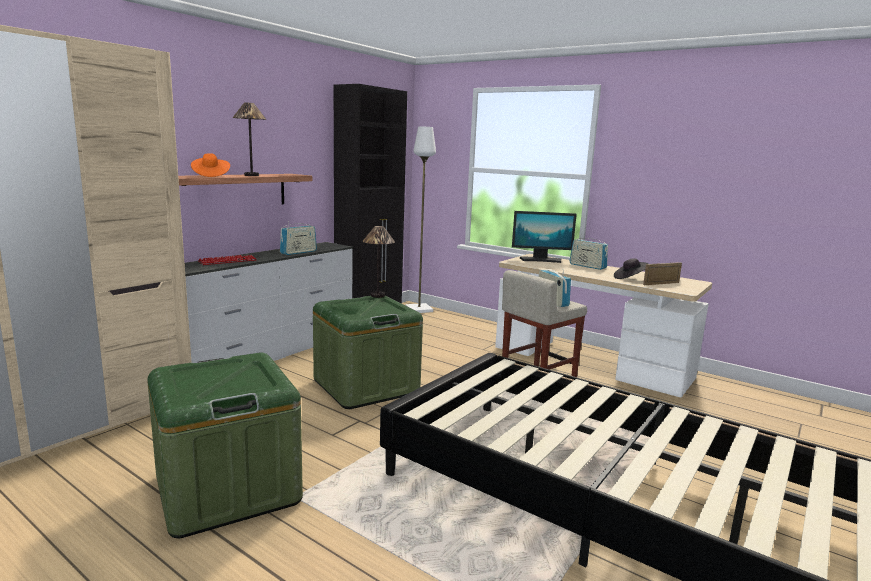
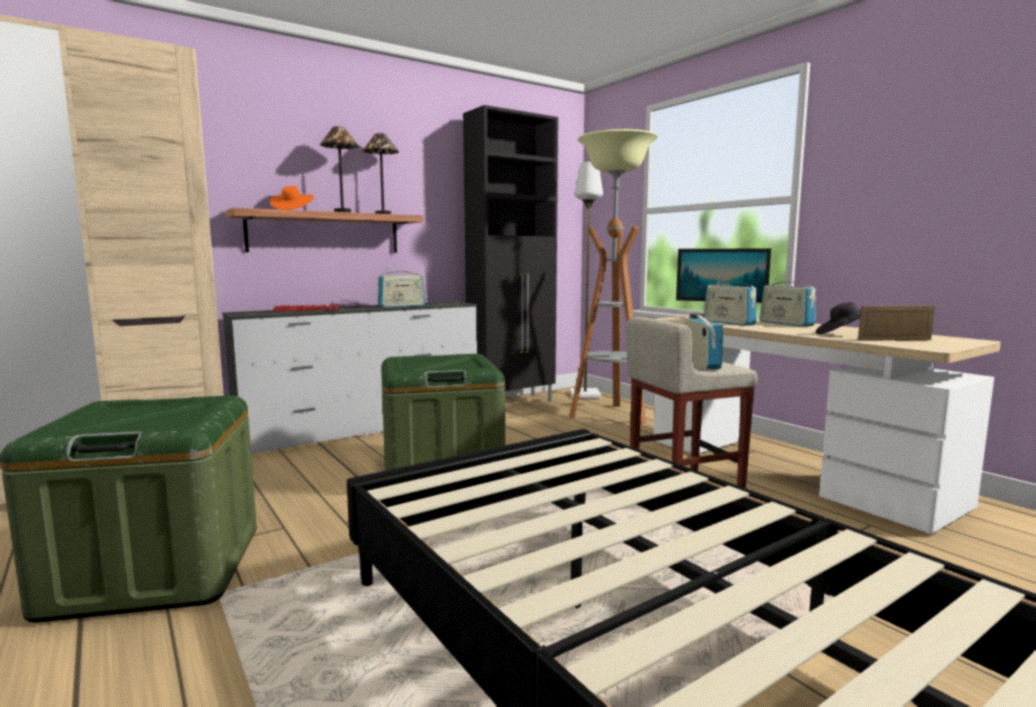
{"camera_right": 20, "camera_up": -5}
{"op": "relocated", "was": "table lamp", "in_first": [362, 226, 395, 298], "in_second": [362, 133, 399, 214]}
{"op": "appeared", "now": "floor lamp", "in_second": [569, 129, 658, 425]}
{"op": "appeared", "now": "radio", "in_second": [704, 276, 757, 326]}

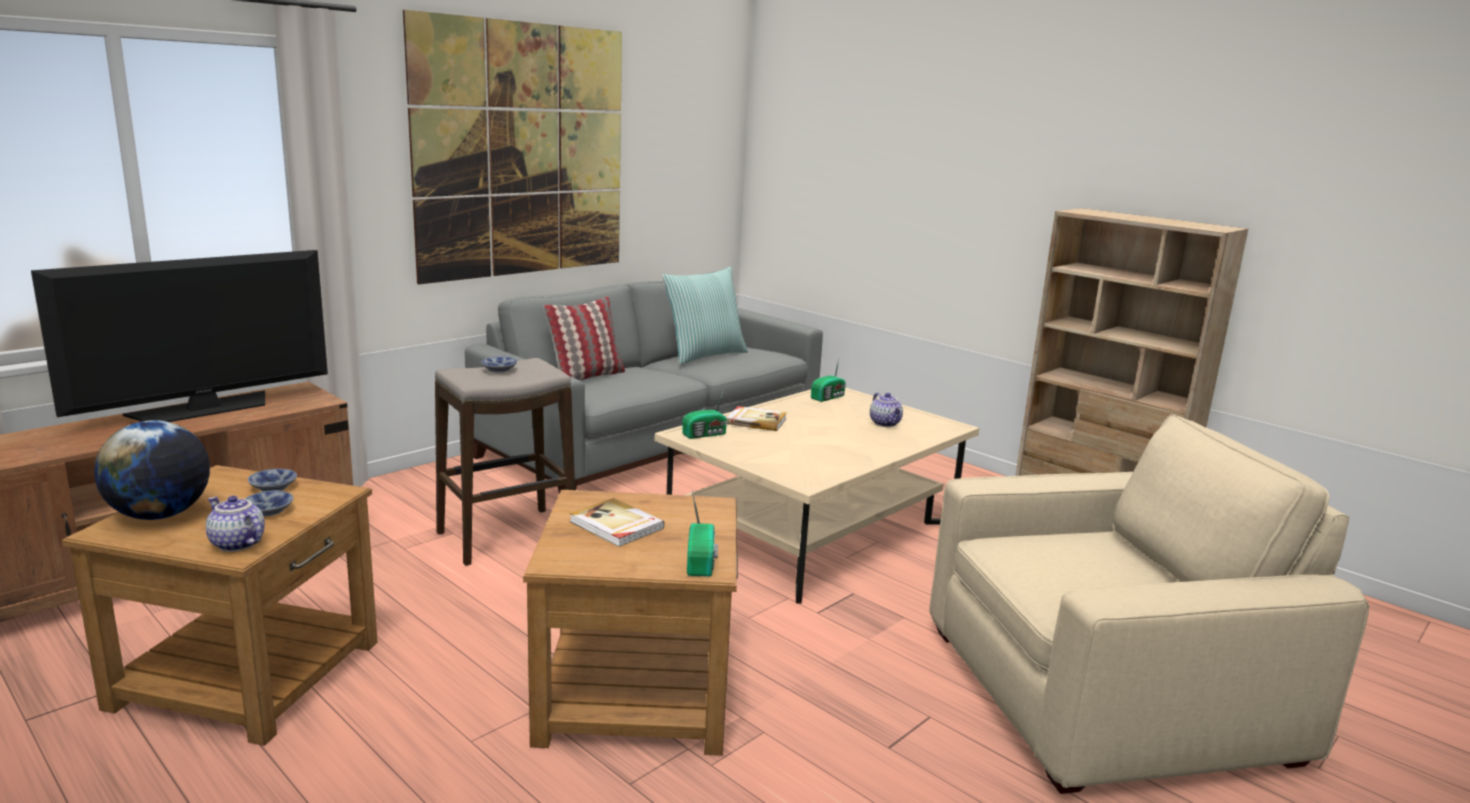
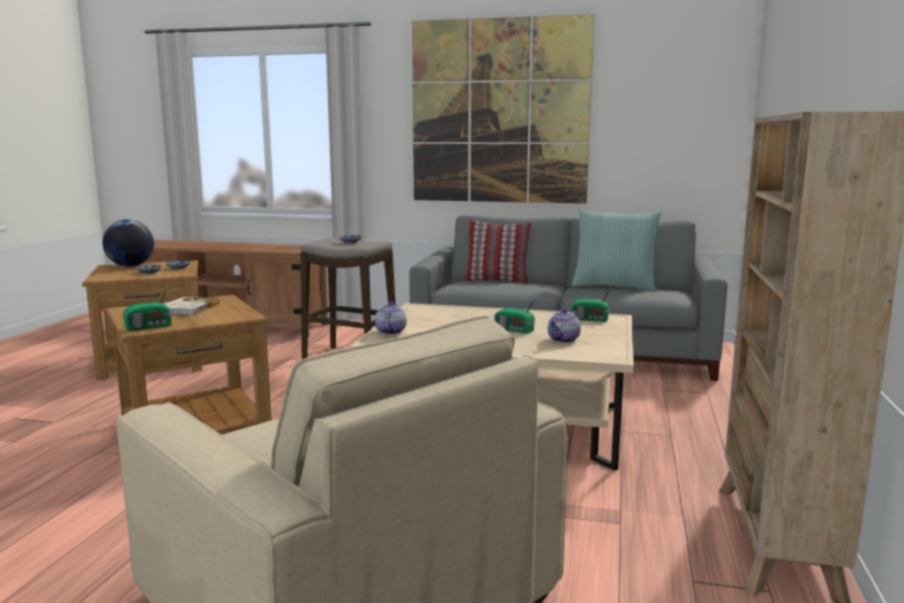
{"camera_right": 60, "camera_up": -5}
{"op": "relocated", "was": "teapot", "in_first": [206, 496, 265, 552], "in_second": [375, 301, 407, 335]}
{"op": "relocated", "was": "radio", "in_first": [682, 390, 727, 439], "in_second": [495, 295, 538, 334]}
{"op": "missing", "was": "television", "in_first": [31, 250, 328, 422]}
{"op": "missing", "was": "book", "in_first": [726, 406, 787, 431]}

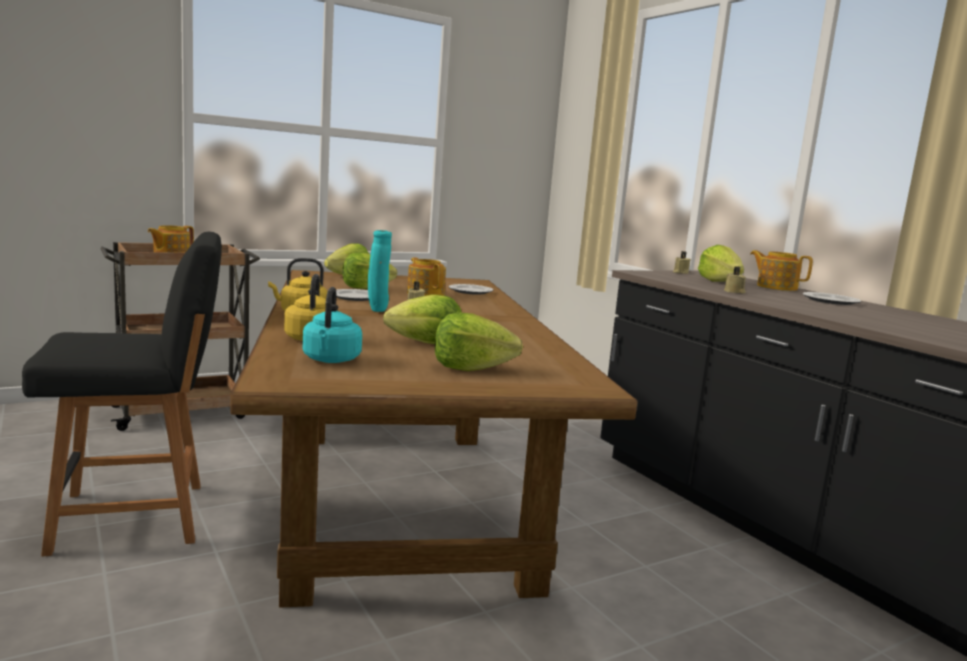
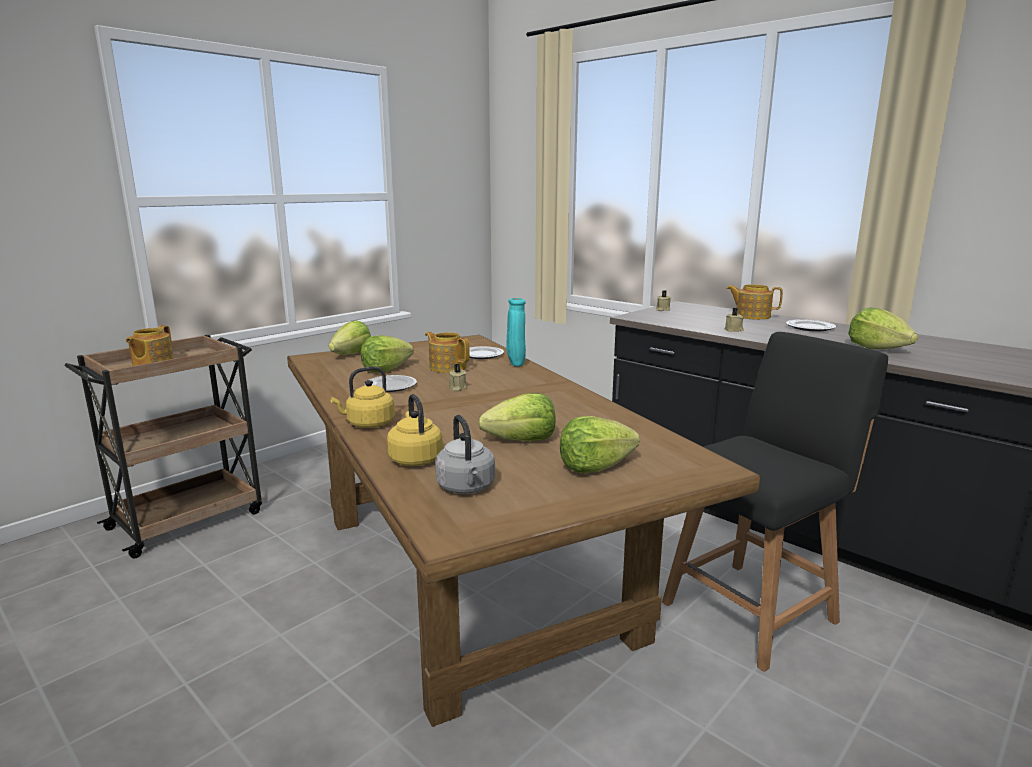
{"camera_right": -15, "camera_up": 5}
{"op": "colour", "was": "turquoise kettle", "now": "grey kettle", "in_first": [303, 287, 362, 363], "in_second": [435, 415, 495, 494]}
{"op": "relocated", "was": "turquoise vase", "in_first": [368, 230, 392, 312], "in_second": [506, 298, 526, 366]}
{"op": "relocated", "was": "black chair", "in_first": [22, 232, 222, 557], "in_second": [662, 332, 888, 672]}
{"op": "relocated", "was": "lettuce", "in_first": [698, 245, 744, 282], "in_second": [848, 308, 918, 349]}

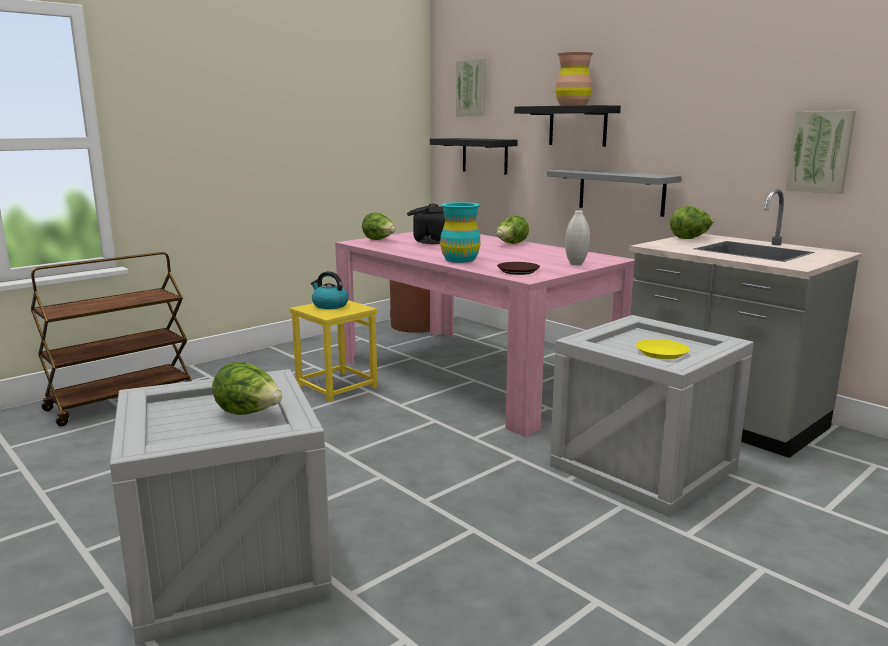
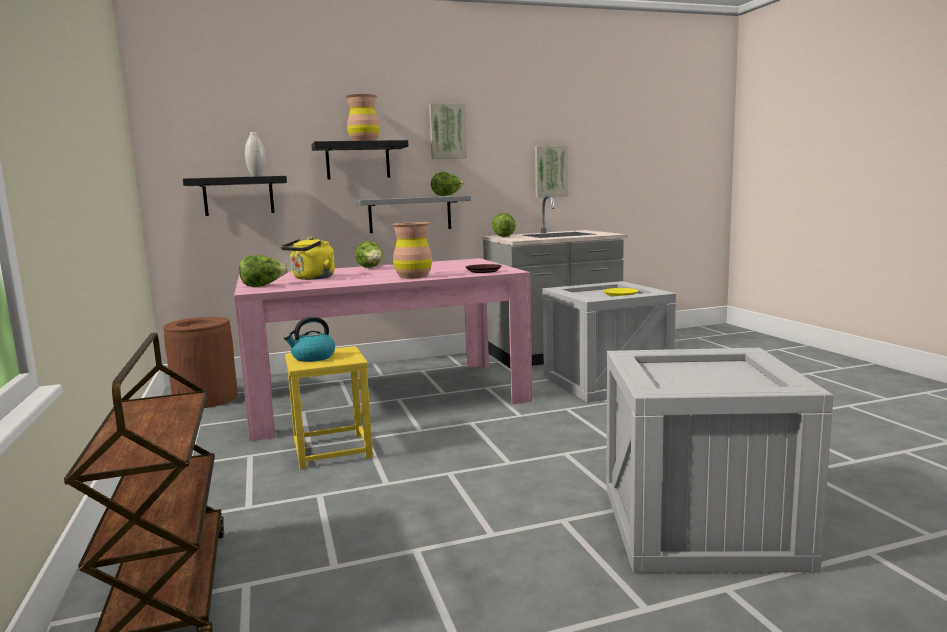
{"camera_right": -65, "camera_up": -5}
{"op": "relocated", "was": "white vase", "in_first": [565, 210, 590, 265], "in_second": [245, 132, 266, 177]}
{"op": "colour", "was": "black kettle", "now": "yellow kettle", "in_first": [407, 203, 445, 244], "in_second": [281, 237, 335, 280]}
{"op": "colour", "was": "turquoise vase", "now": "brown vase", "in_first": [440, 202, 481, 263], "in_second": [392, 222, 432, 279]}
{"op": "relocated", "was": "picture", "in_first": [456, 59, 486, 116], "in_second": [429, 103, 467, 159]}
{"op": "relocated", "was": "lettuce", "in_first": [212, 362, 282, 415], "in_second": [431, 172, 464, 196]}

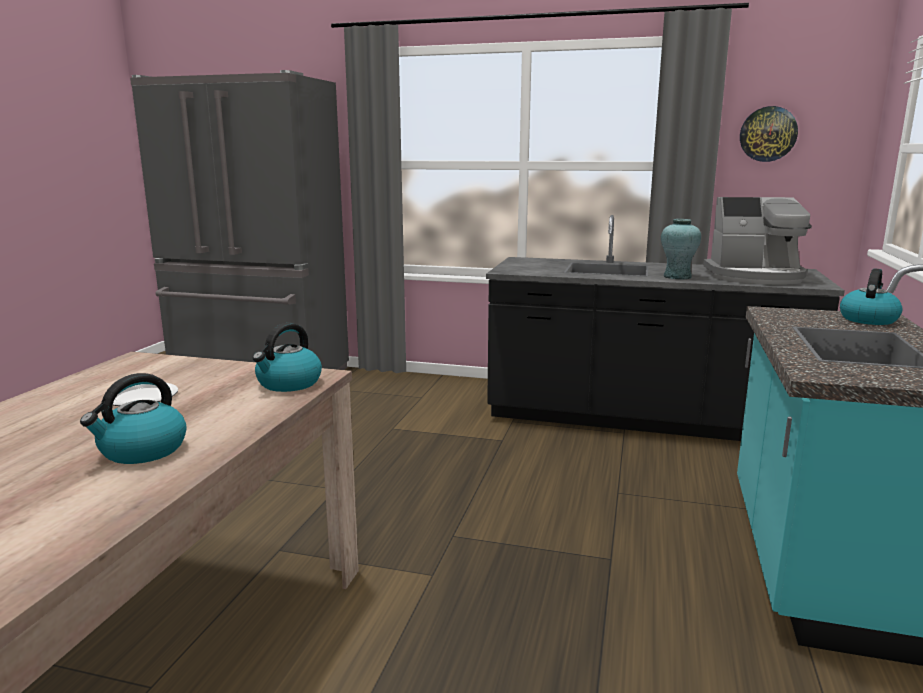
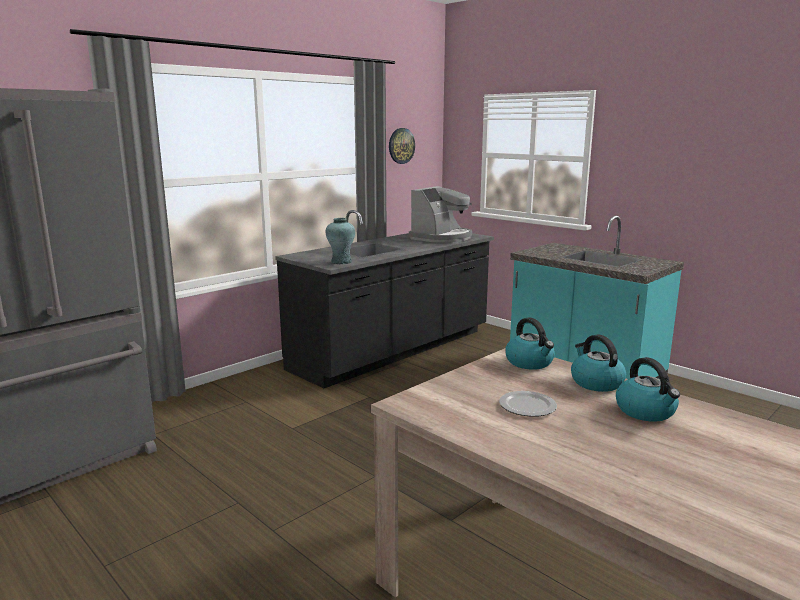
{"camera_right": -60, "camera_up": 0}
{"op": "relocated", "was": "turquoise vase", "in_first": [661, 219, 701, 279], "in_second": [326, 218, 355, 264]}
{"op": "relocated", "was": "kettle", "in_first": [840, 269, 902, 325], "in_second": [571, 334, 626, 392]}

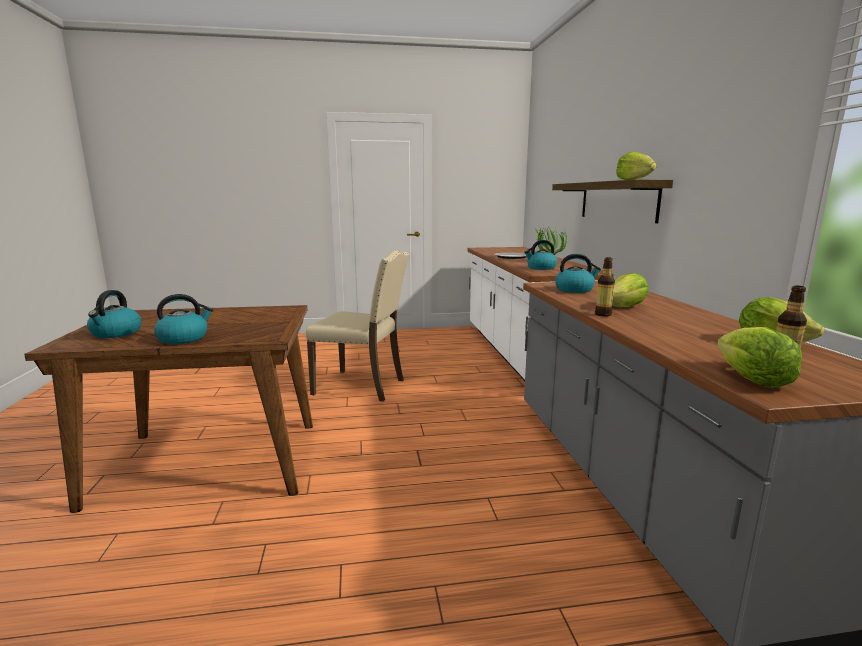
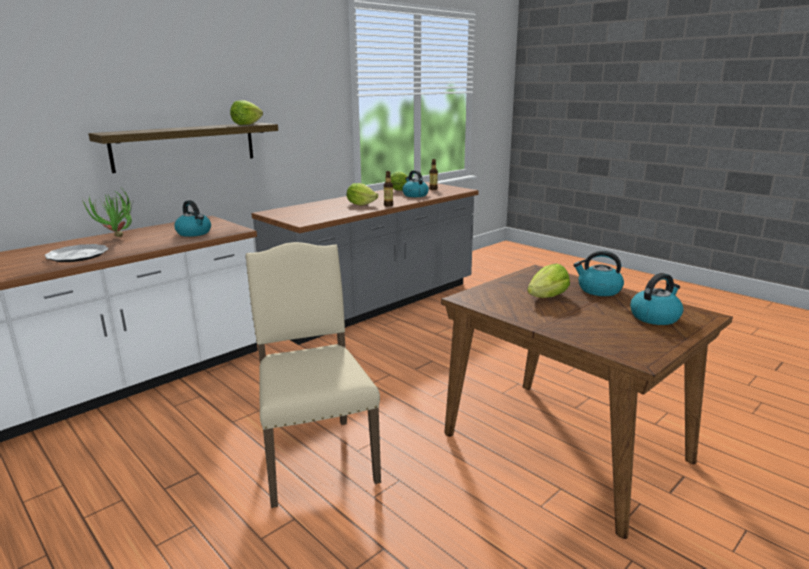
{"camera_right": -125, "camera_up": 5}
{"op": "relocated", "was": "kettle", "in_first": [555, 254, 601, 293], "in_second": [402, 170, 429, 197]}
{"op": "relocated", "was": "lettuce", "in_first": [717, 327, 802, 388], "in_second": [527, 264, 570, 298]}

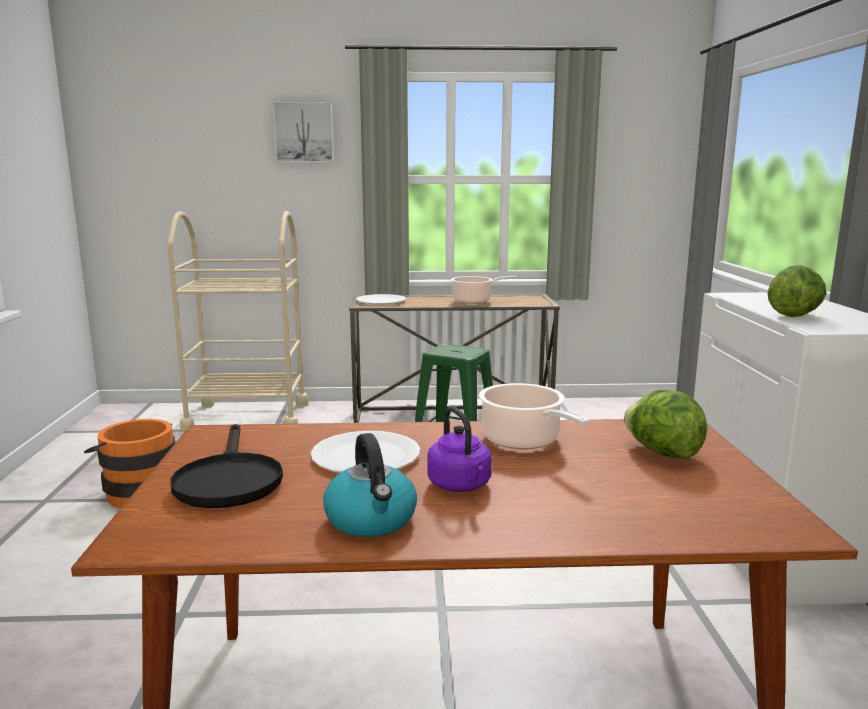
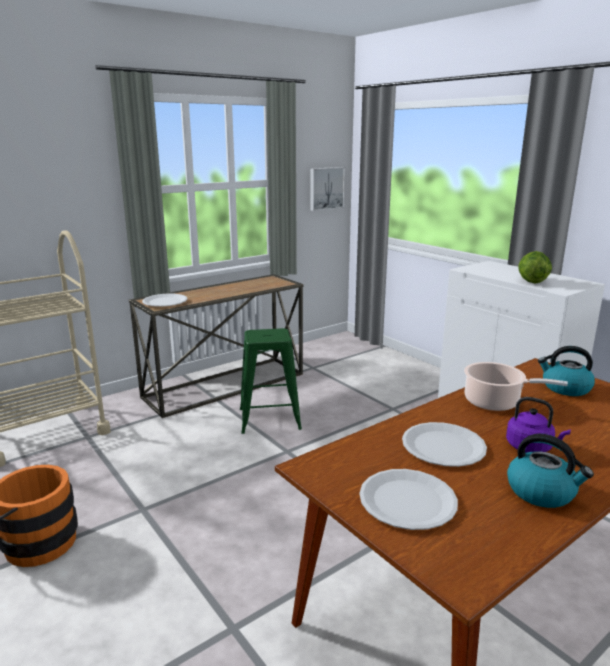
{"camera_right": -35, "camera_up": 5}
{"op": "relocated", "was": "picture", "in_first": [273, 102, 334, 162], "in_second": [310, 167, 345, 211]}
{"op": "exchanged", "was": "black frying pan", "now": "white plate", "in_first": [170, 424, 283, 508], "in_second": [359, 469, 458, 530]}
{"op": "exchanged", "was": "lettuce", "now": "kettle", "in_first": [624, 390, 707, 459], "in_second": [538, 346, 595, 396]}
{"op": "missing", "was": "cooking pot", "in_first": [451, 276, 517, 304]}

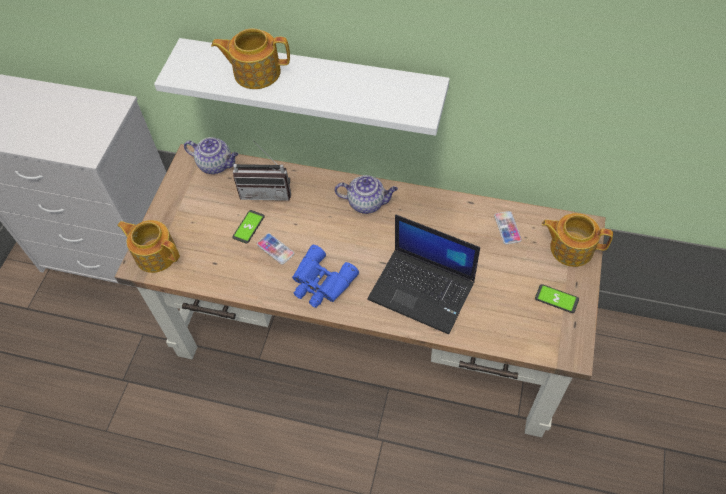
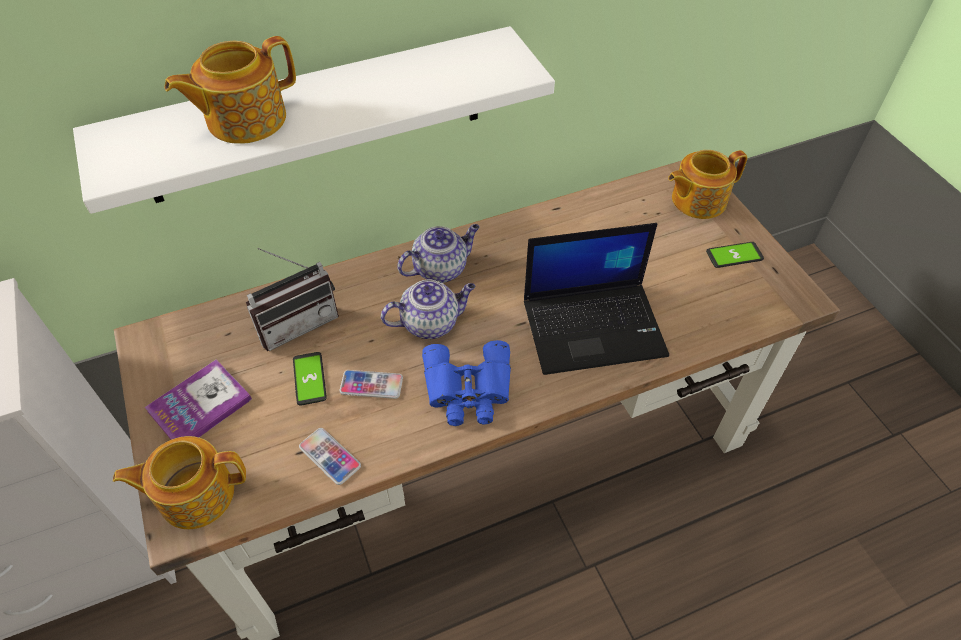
{"camera_right": -40, "camera_up": -5}
{"op": "appeared", "now": "book", "in_second": [145, 359, 252, 440]}
{"op": "relocated", "was": "phone", "in_first": [494, 211, 522, 245], "in_second": [299, 428, 361, 485]}
{"op": "relocated", "was": "teapot", "in_first": [184, 137, 238, 174], "in_second": [381, 279, 475, 339]}

